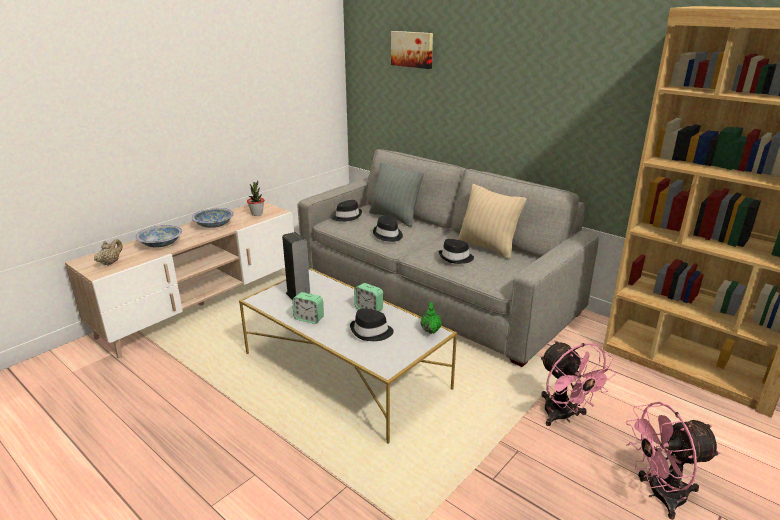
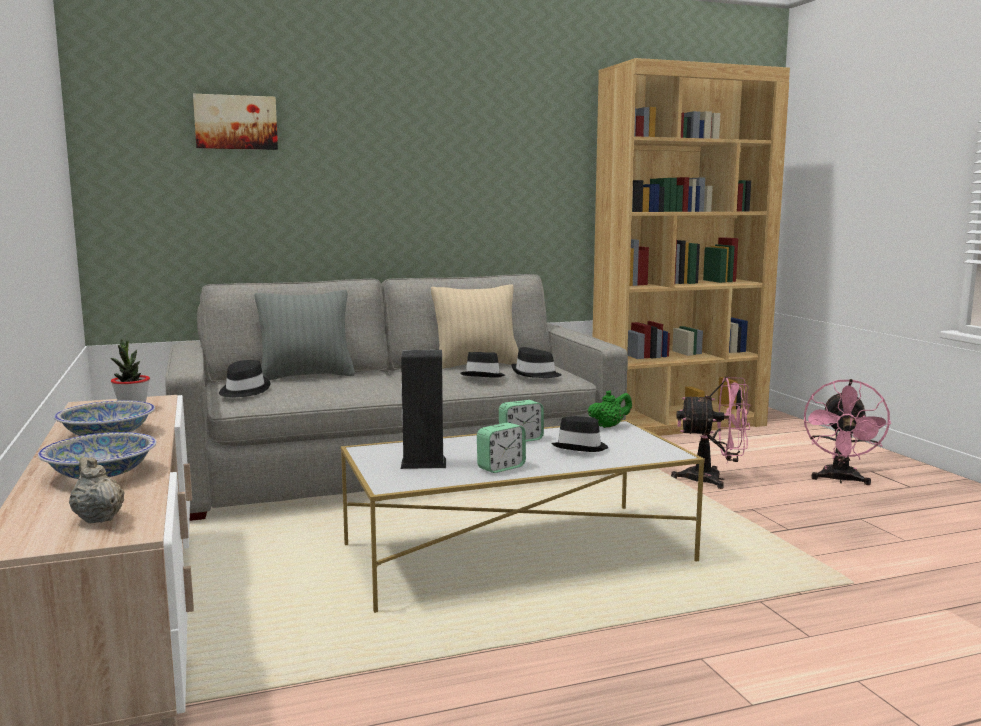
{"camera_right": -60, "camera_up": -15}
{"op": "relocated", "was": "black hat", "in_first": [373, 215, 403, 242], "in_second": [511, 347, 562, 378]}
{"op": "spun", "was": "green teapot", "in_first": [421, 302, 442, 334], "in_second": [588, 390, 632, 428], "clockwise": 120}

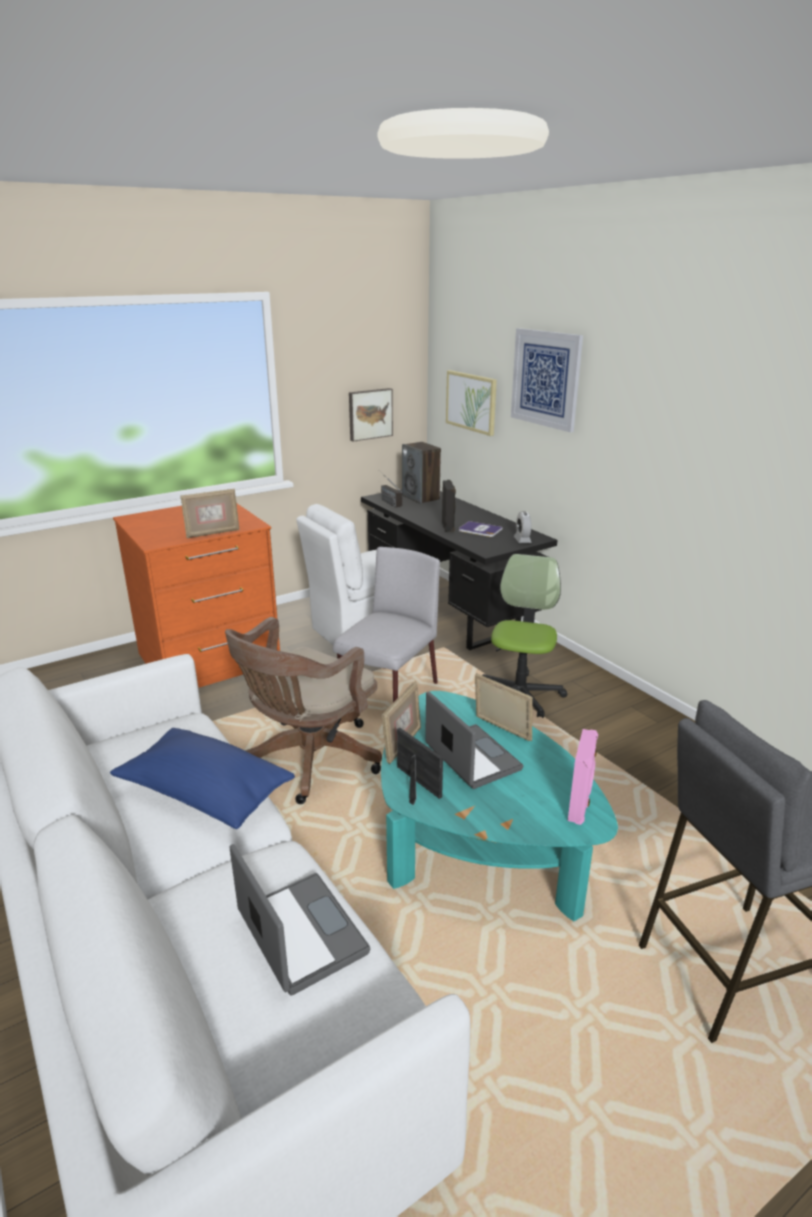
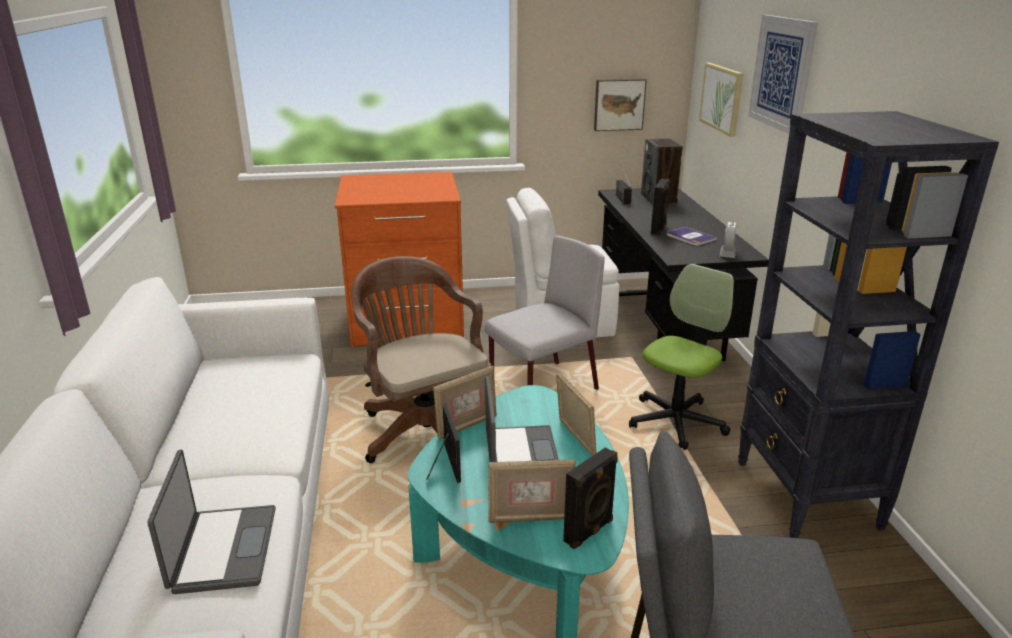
{"camera_right": 25, "camera_up": 0}
{"op": "spun", "was": "brown office chair", "in_first": [225, 617, 382, 804], "in_second": [351, 256, 491, 463], "clockwise": 90}
{"op": "relocated", "was": "picture frame", "in_first": [180, 488, 240, 538], "in_second": [488, 459, 576, 523]}
{"op": "colour", "was": "pink speaker", "now": "black speaker", "in_first": [568, 729, 598, 825], "in_second": [563, 447, 618, 549]}
{"op": "appeared", "now": "black bookcase", "in_second": [738, 111, 999, 538]}
{"op": "missing", "was": "blue pillow", "in_first": [110, 728, 295, 829]}

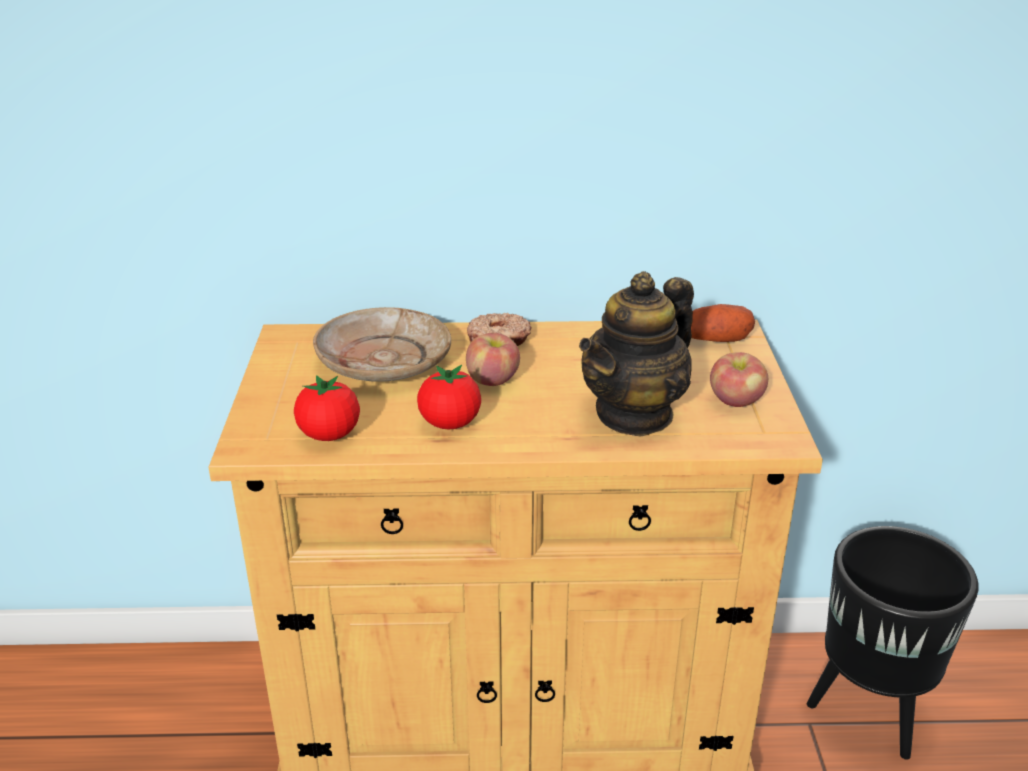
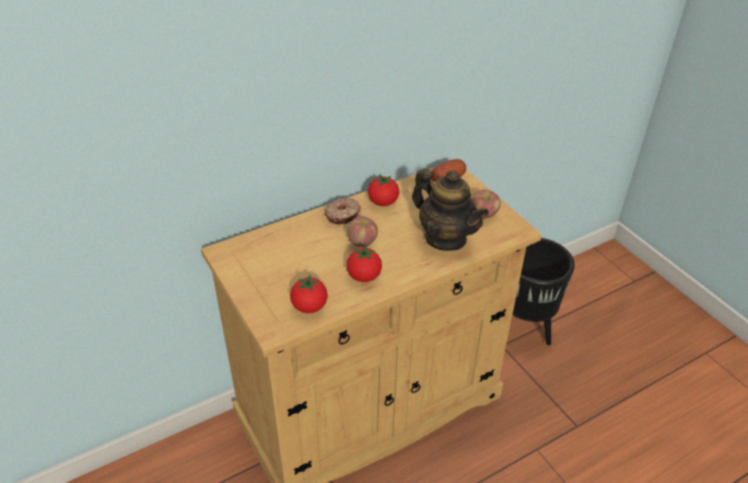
{"camera_right": -30, "camera_up": 10}
{"op": "appeared", "now": "tomato", "in_second": [368, 174, 399, 206]}
{"op": "spun", "was": "teapot", "in_first": [579, 271, 694, 437], "in_second": [412, 168, 489, 251], "clockwise": -60}
{"op": "missing", "was": "beige plate", "in_first": [313, 307, 451, 382]}

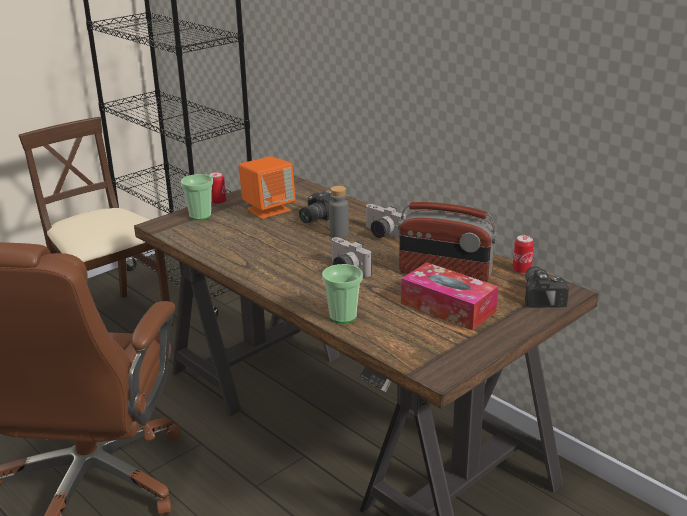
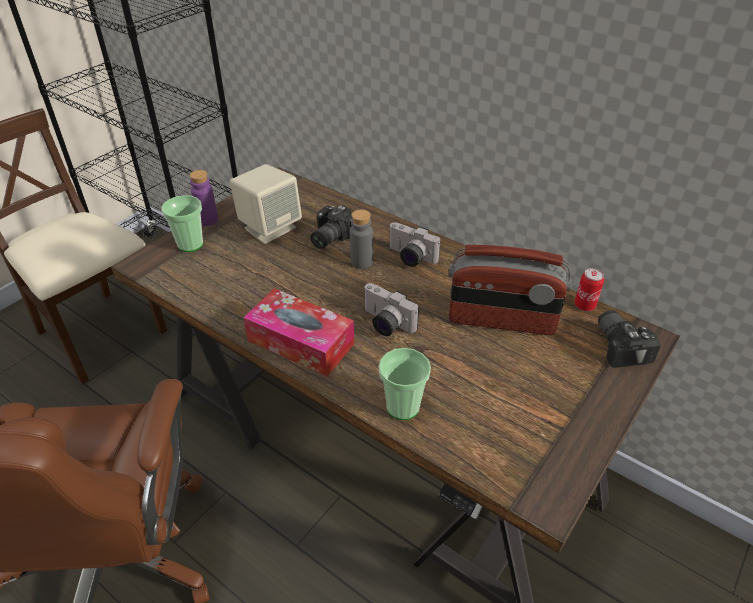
{"camera_right": -10, "camera_up": 15}
{"op": "exchanged", "was": "can", "now": "purple bottle", "in_first": [209, 172, 226, 205], "in_second": [190, 170, 218, 226]}
{"op": "colour", "was": "orange speaker", "now": "beige speaker", "in_first": [239, 156, 296, 219], "in_second": [230, 164, 302, 244]}
{"op": "relocated", "was": "tissue box", "in_first": [401, 262, 498, 330], "in_second": [243, 289, 354, 376]}

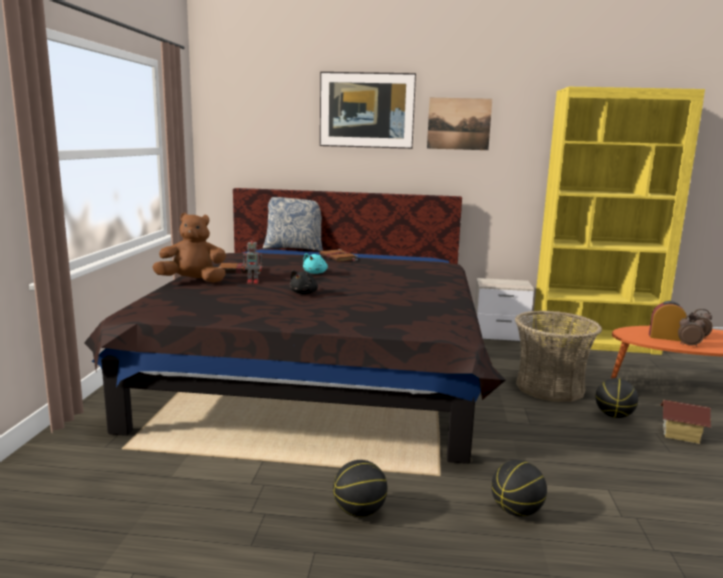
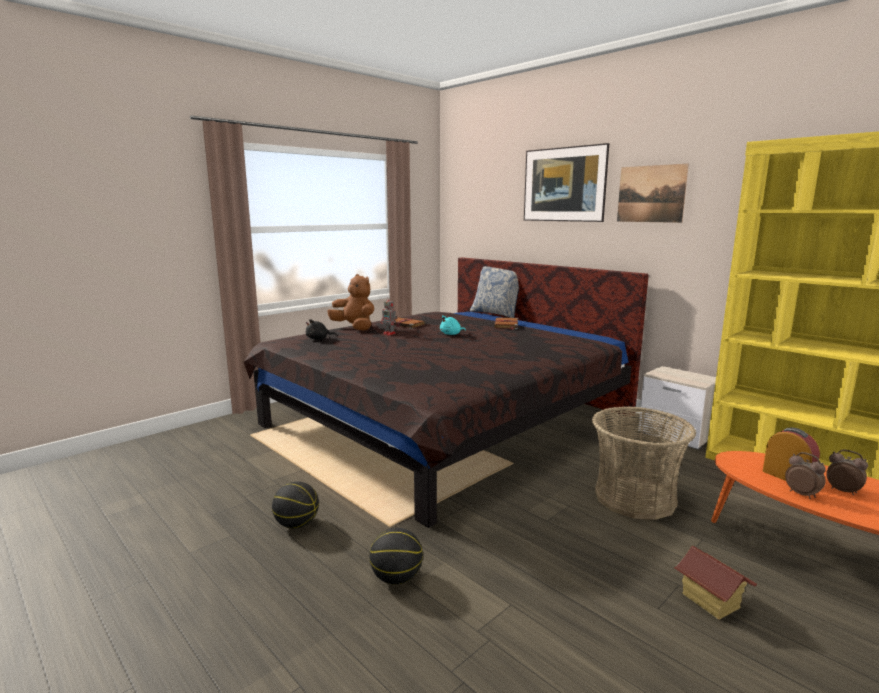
{"camera_right": 40, "camera_up": 0}
{"op": "relocated", "was": "black plush toy", "in_first": [290, 270, 318, 294], "in_second": [306, 319, 337, 340]}
{"op": "missing", "was": "basketball", "in_first": [595, 378, 638, 418]}

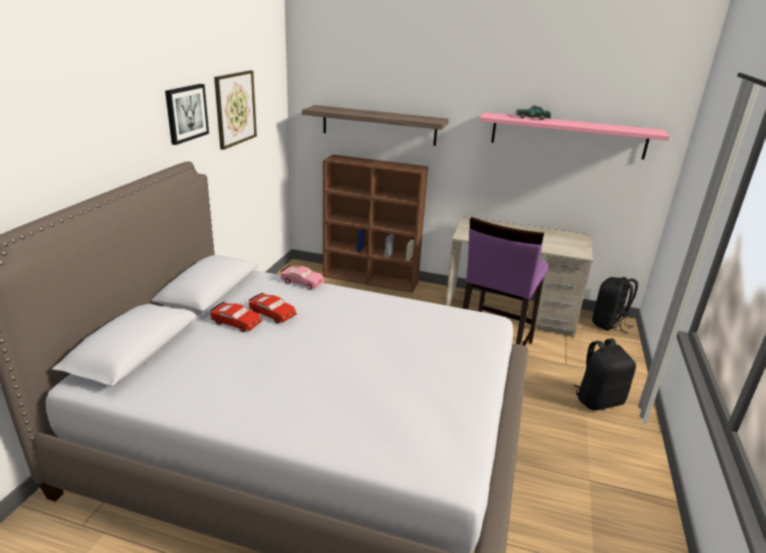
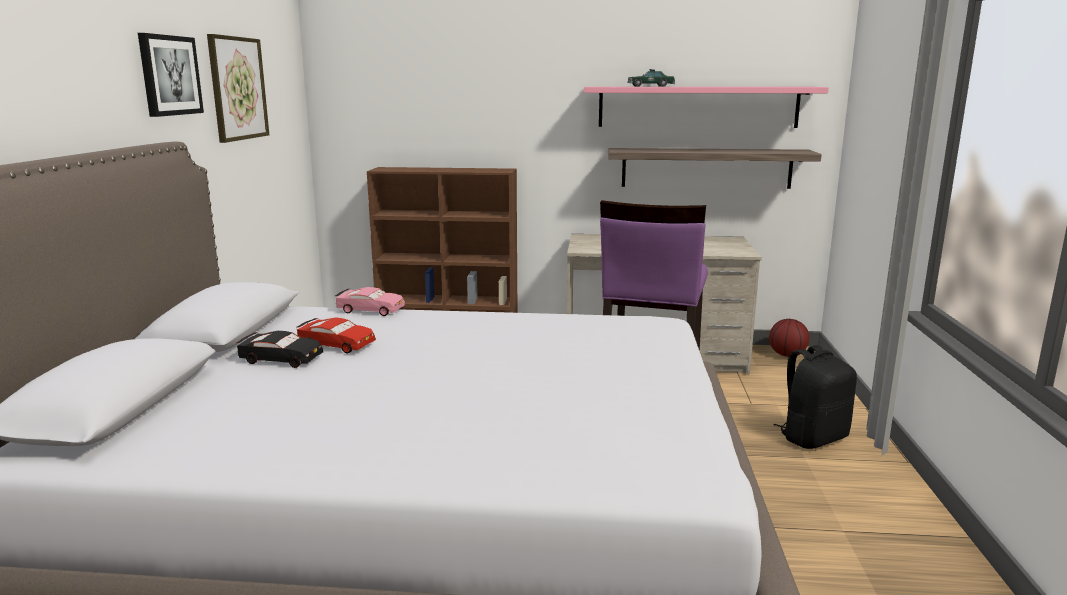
{"camera_right": -10, "camera_up": -10}
{"op": "colour", "was": "red toy car", "now": "black toy car", "in_first": [210, 302, 262, 332], "in_second": [236, 331, 323, 368]}
{"op": "relocated", "was": "shelf", "in_first": [302, 105, 449, 146], "in_second": [608, 148, 822, 189]}
{"op": "exchanged", "was": "black backpack", "now": "basketball", "in_first": [592, 277, 638, 333], "in_second": [769, 319, 810, 357]}

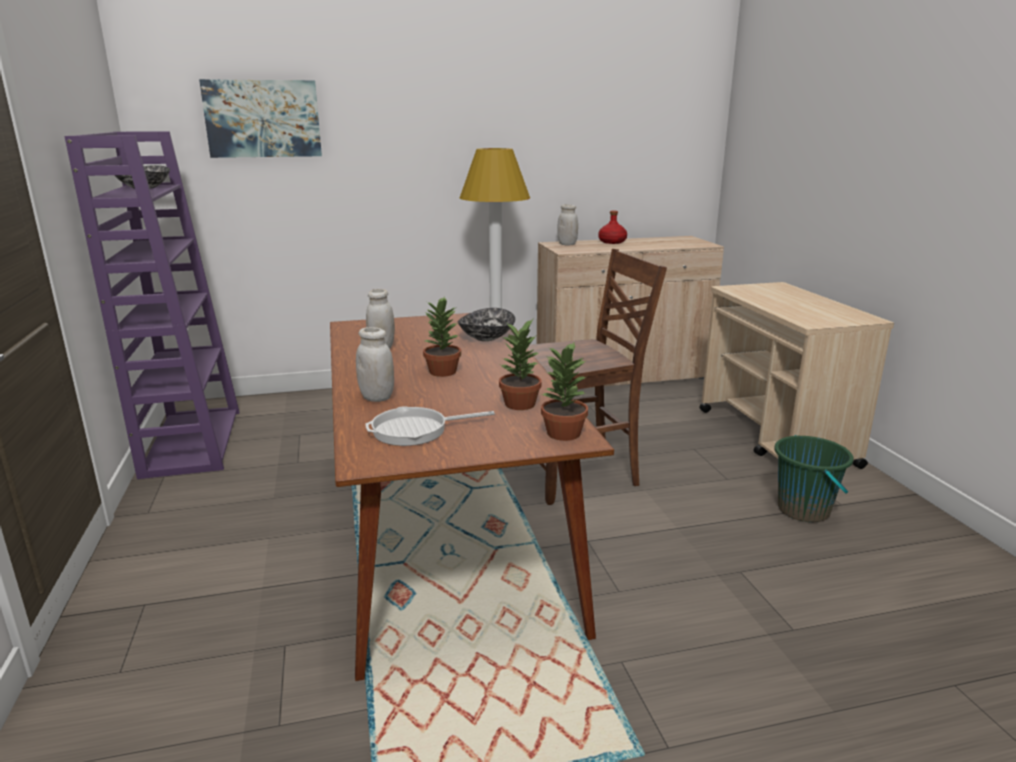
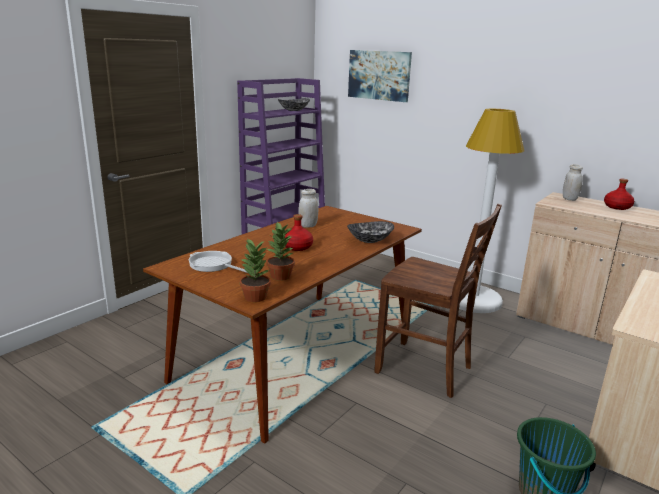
{"camera_right": 50, "camera_up": 0}
{"op": "exchanged", "was": "potted plant", "now": "red bottle", "in_first": [423, 296, 461, 377], "in_second": [285, 214, 313, 251]}
{"op": "missing", "was": "white jar", "in_first": [356, 327, 394, 402]}

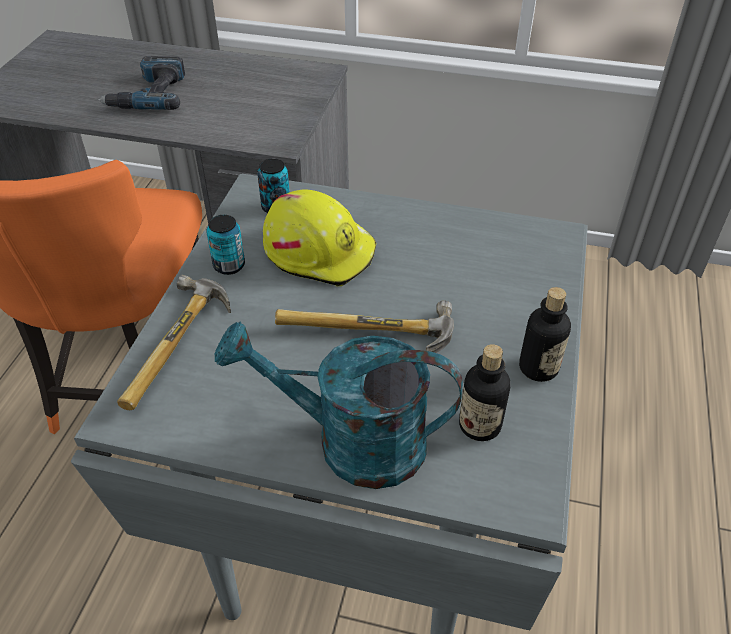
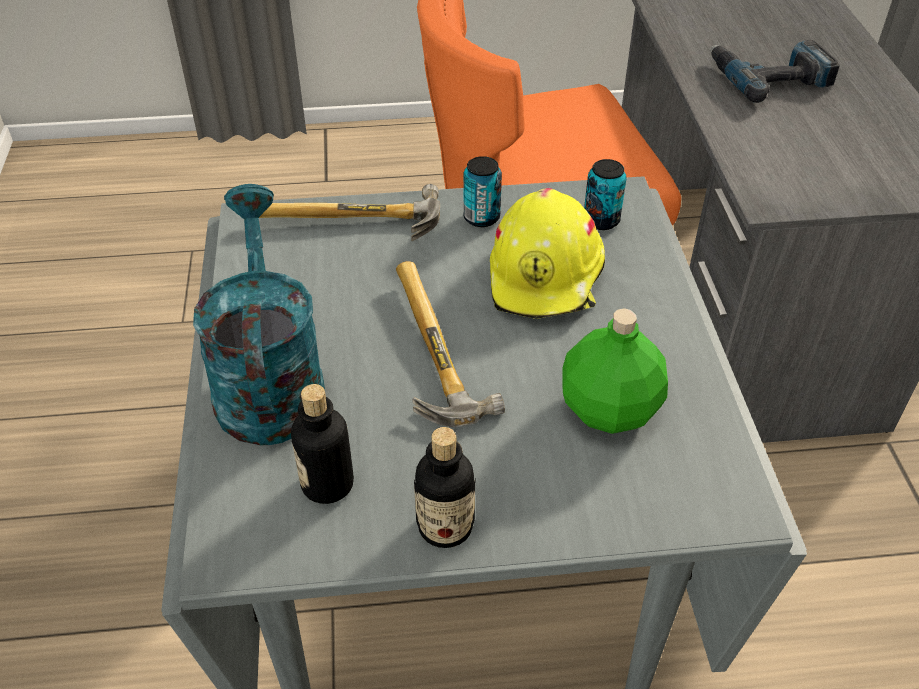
{"camera_right": 70, "camera_up": 0}
{"op": "appeared", "now": "green bottle", "in_second": [562, 308, 668, 434]}

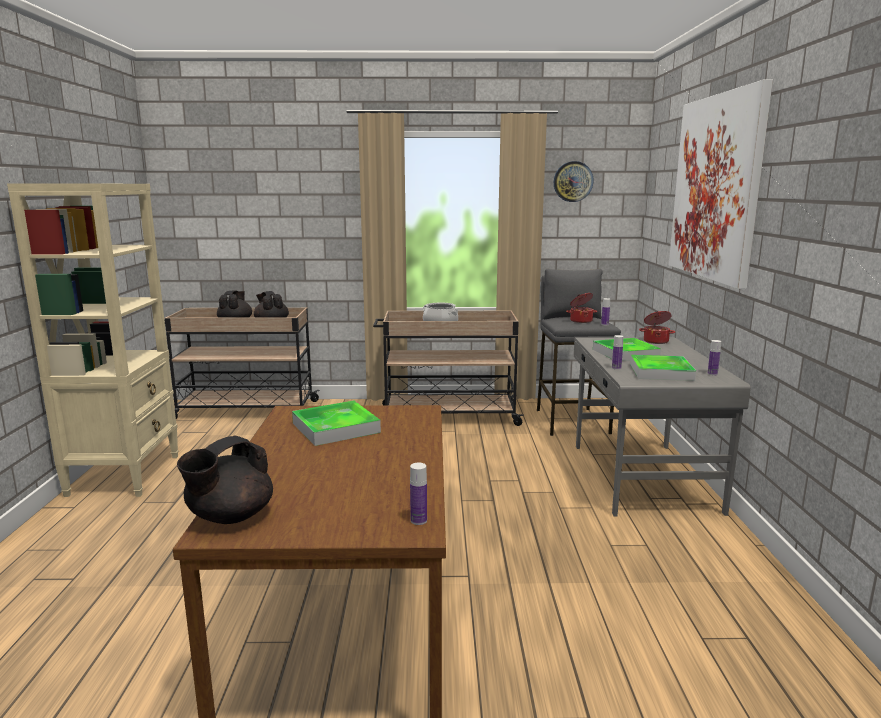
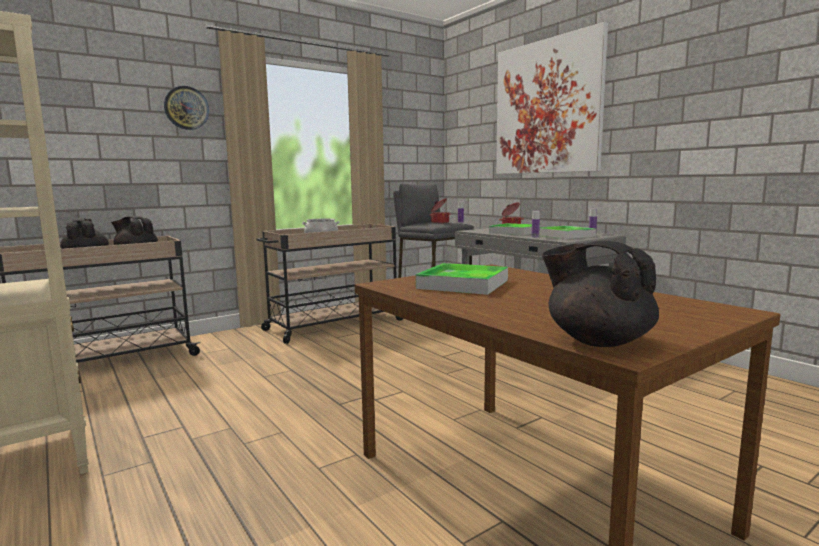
{"camera_right": -35, "camera_up": -5}
{"op": "relocated", "was": "wall clock", "in_first": [554, 161, 594, 202], "in_second": [164, 86, 209, 130]}
{"op": "spun", "was": "black teapot", "in_first": [177, 435, 273, 524], "in_second": [542, 241, 659, 347], "clockwise": 135}
{"op": "missing", "was": "bottle", "in_first": [410, 463, 427, 525]}

